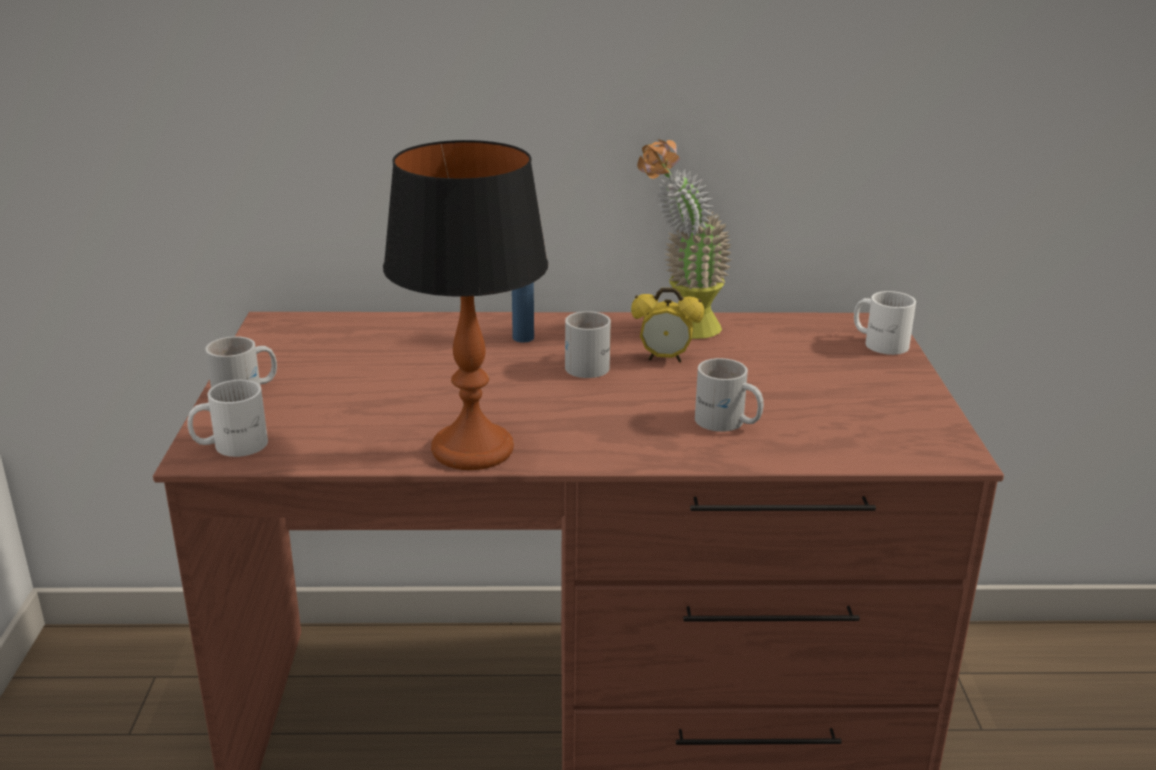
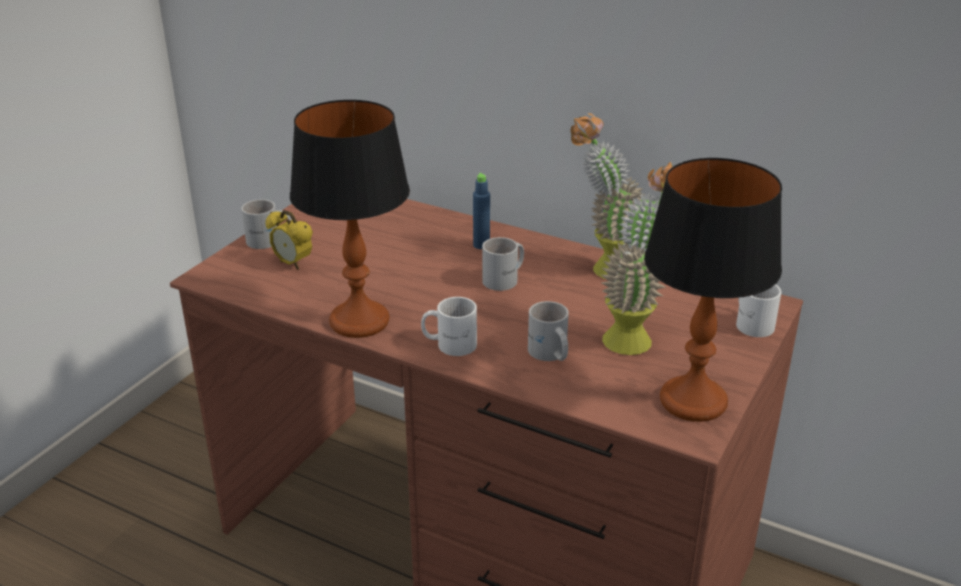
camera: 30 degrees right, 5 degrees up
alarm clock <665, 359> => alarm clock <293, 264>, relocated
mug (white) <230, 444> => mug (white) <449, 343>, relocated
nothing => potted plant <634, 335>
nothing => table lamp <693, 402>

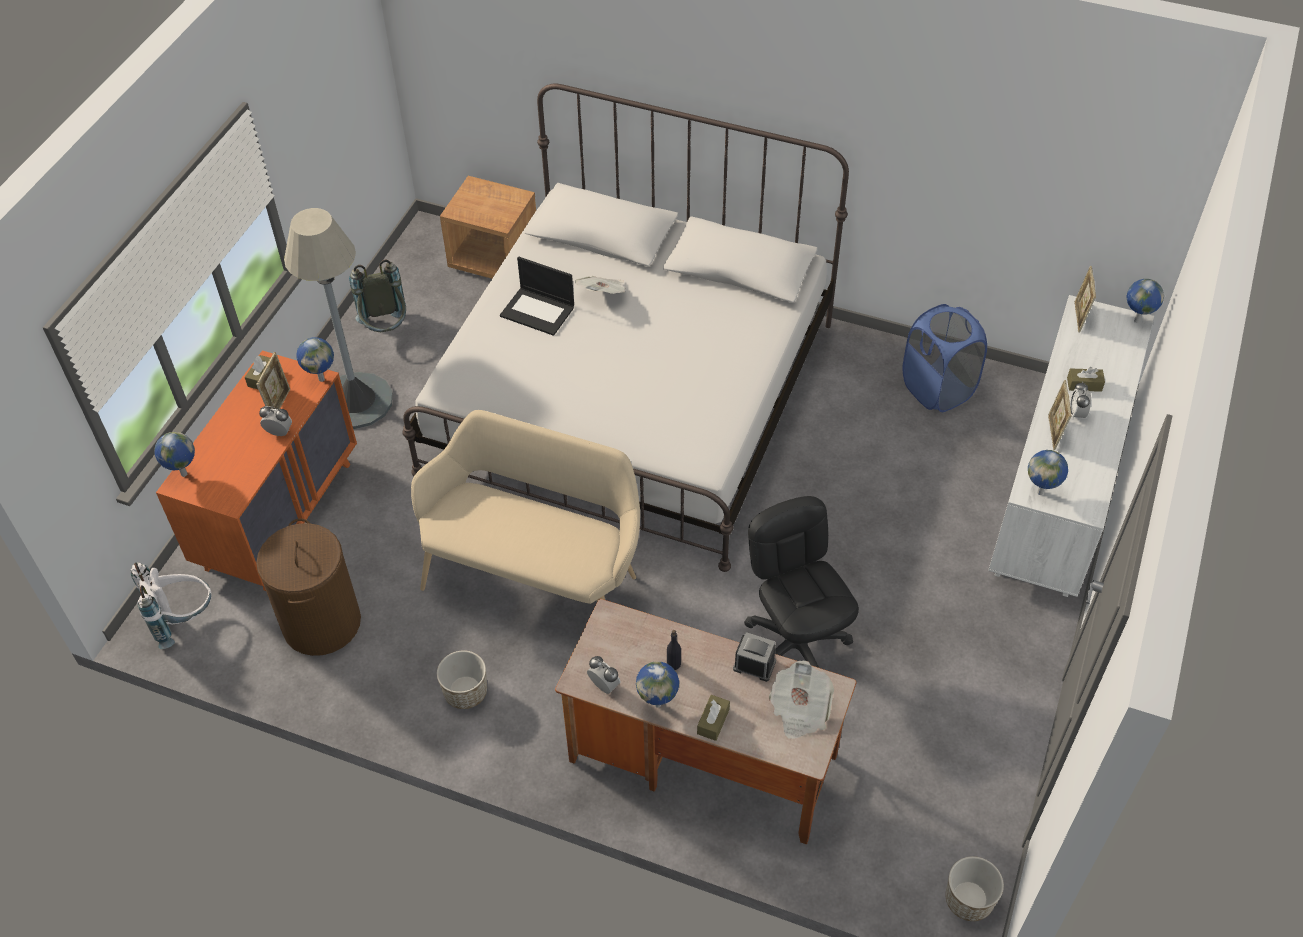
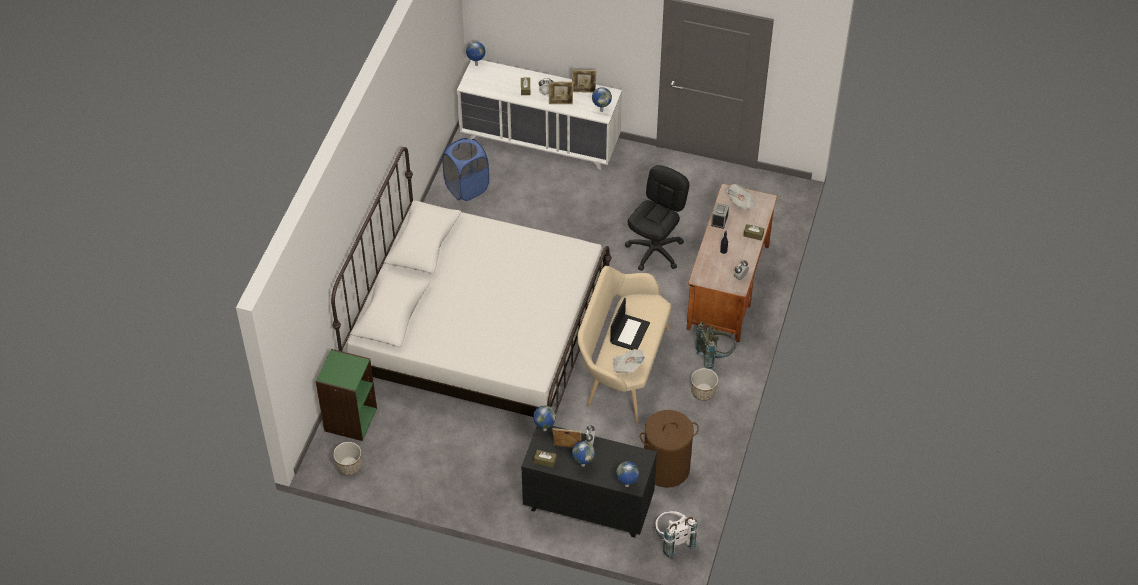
camera: 95 degrees left, 0 degrees up
nightstand (brown) <495, 258> => bookcase (green) <350, 419>
planter <968, 900> => planter <349, 466>, relocated
dresser (orange) <279, 514> => dresser (black) <588, 506>
picture frame <1079, 317> => picture frame <584, 91>, relocated
globe <658, 703> => globe <582, 464>, relocated
laptop <538, 311> => laptop <629, 332>, relocated
newspaper <603, 294> => newspaper <627, 366>, relocated
office chair (black) <796, 646> => office chair (black) <655, 251>, 150 degrees clockwise
backpack (grey) <386, 329> => backpack (grey) <715, 357>, relocated
floor lamp (grey) <356, 401> => nothing

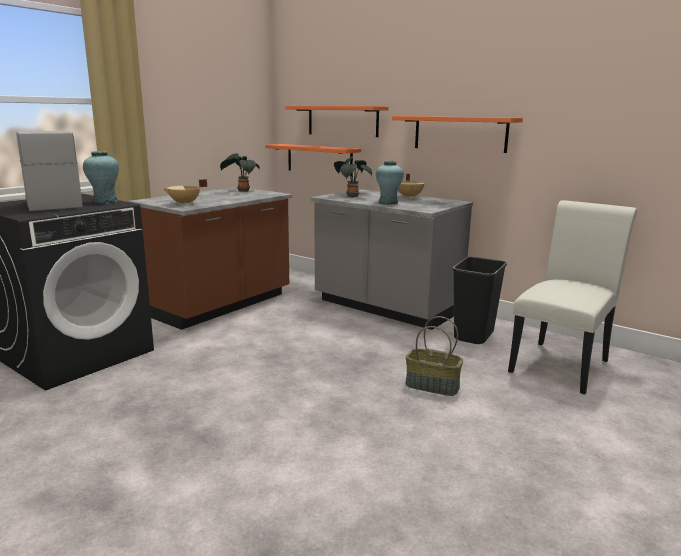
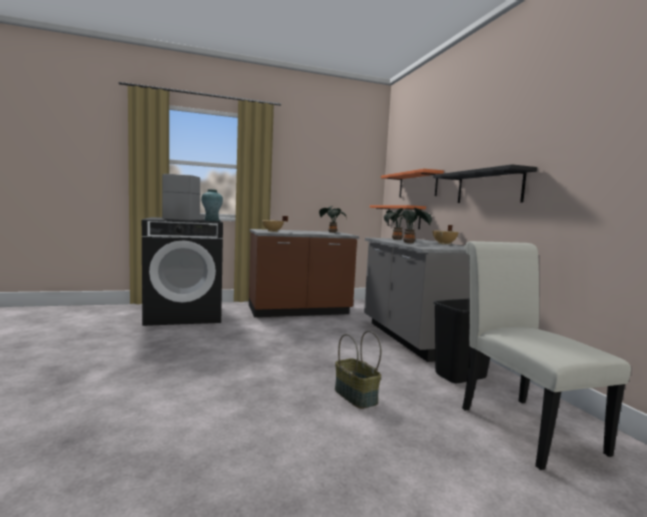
camera: 35 degrees right, 10 degrees down
vase (turquoise) <388, 203> => potted plant <410, 243>
shelf (orange) <460, 133> => shelf (black) <488, 187>
chair (white) <562, 363> => chair (white) <522, 425>, 90 degrees counterclockwise

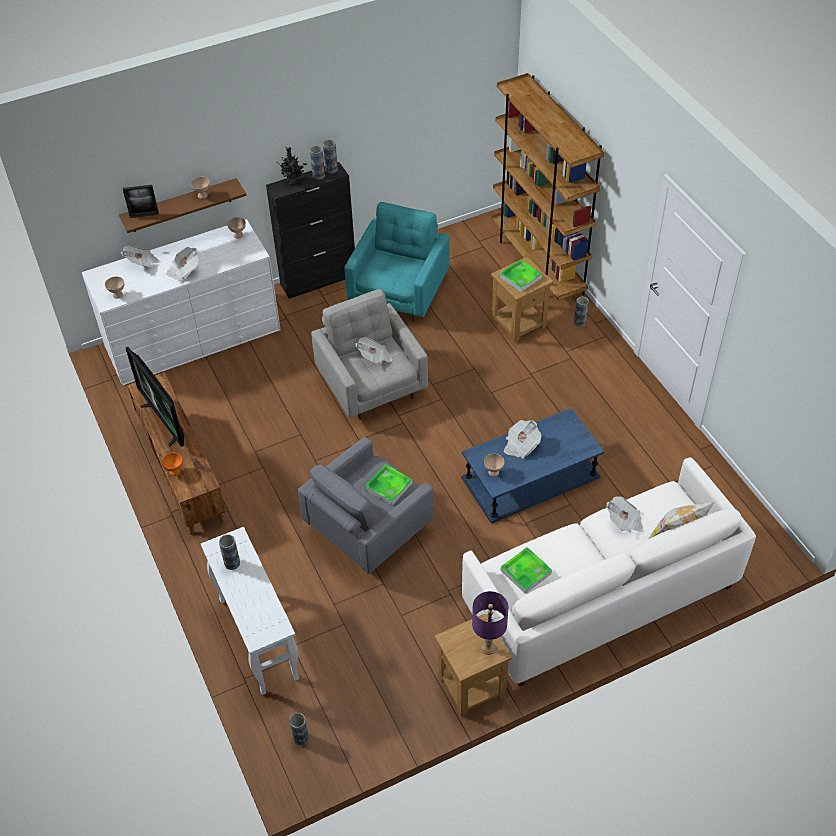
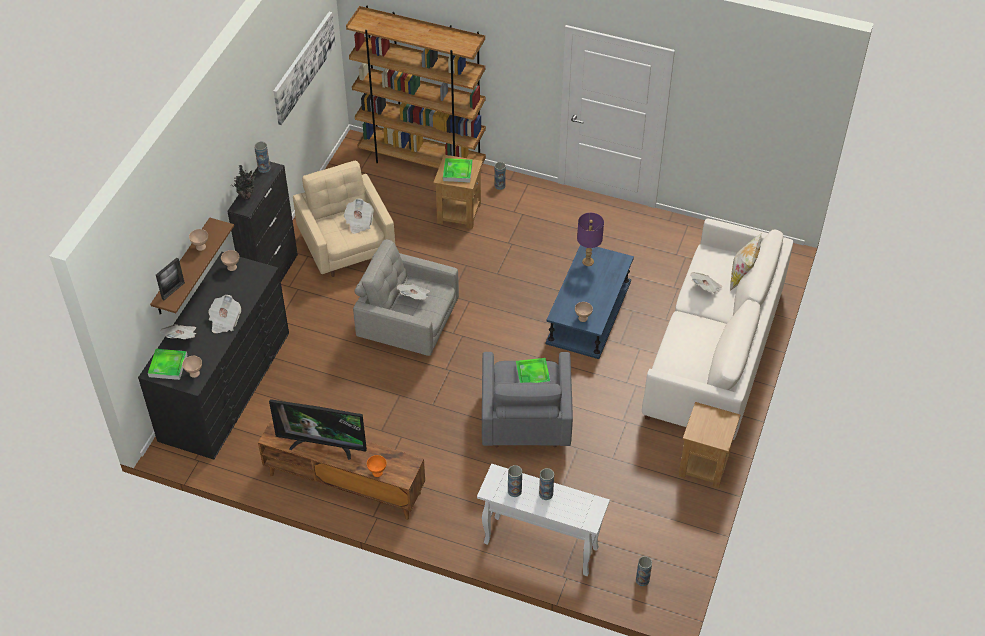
camera: 45 degrees left, 0 degrees up
dresser (white) <193, 337> => dresser (black) <225, 385>
tray <526, 572> => tray <168, 366>, relocated
nothing => picture <303, 67>
armchair (turquoise) <400, 293> => armchair (beige) <347, 247>
newspaper <520, 445> => newspaper <359, 222>, relocated
vase <318, 175> => vase <546, 494>, relocated
table lamp (purple) <488, 647> => table lamp (purple) <588, 262>, relocated

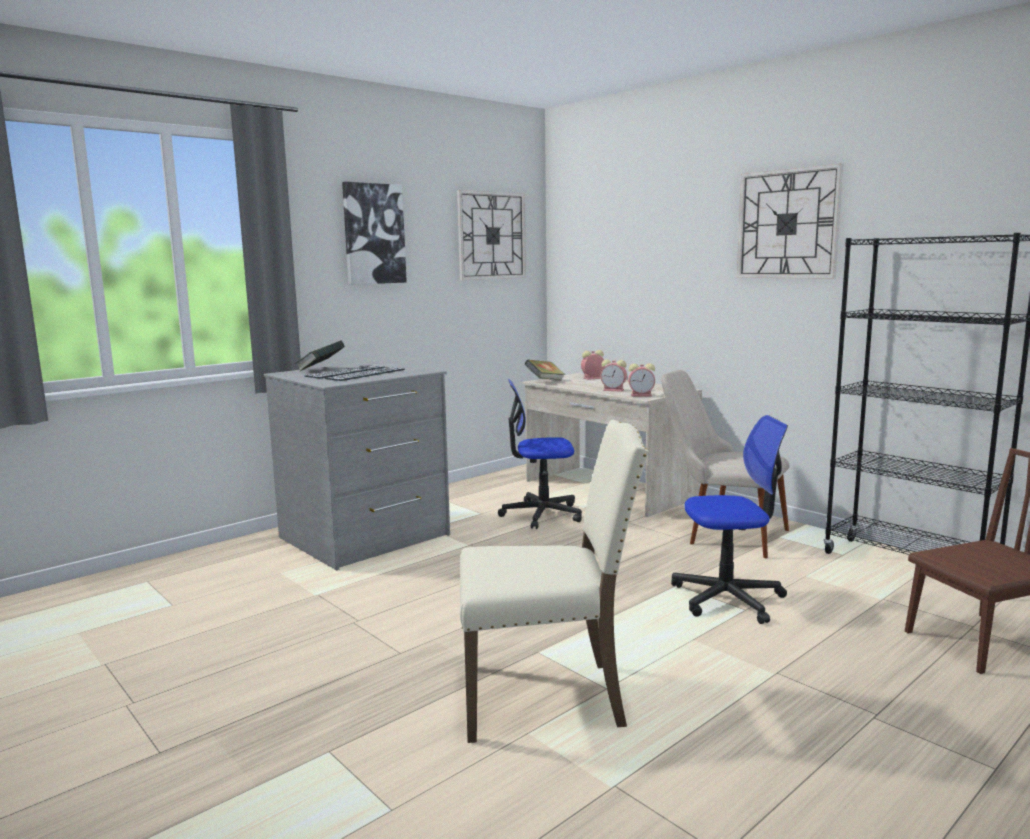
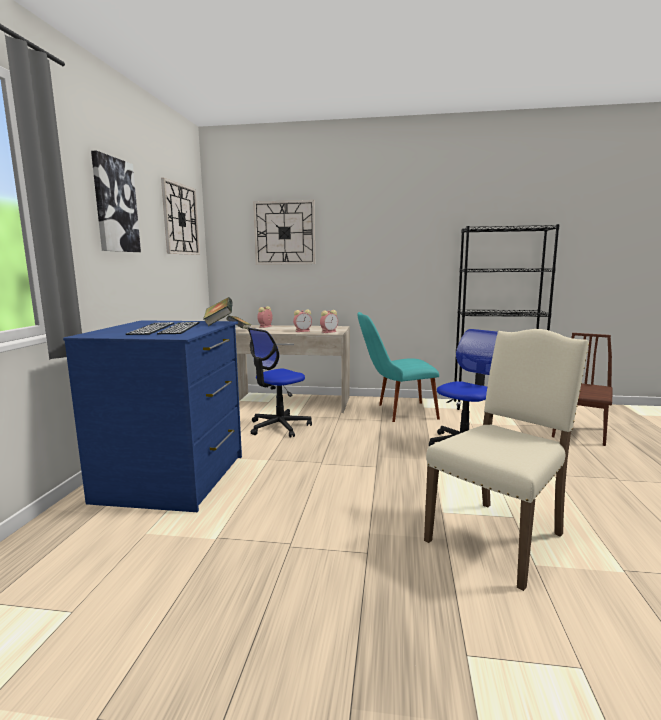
camera: 40 degrees left, 0 degrees up
dresser (grey) <365, 537> => dresser (blue) <174, 478>
book <321, 369> => book <219, 323>, relocated
wall clock <787, 224> => wall clock <284, 233>, relocated
chair (beige) <721, 533> => chair (turquoise) <396, 412>

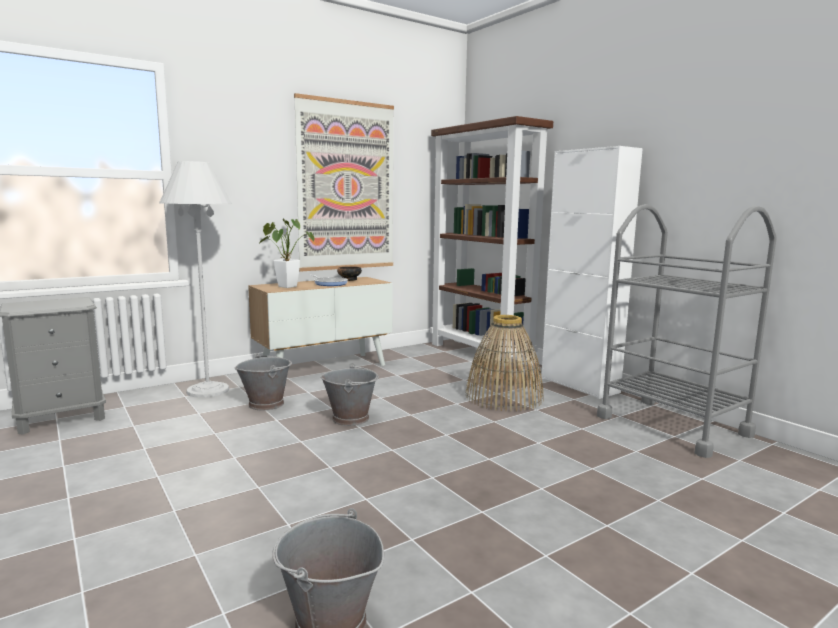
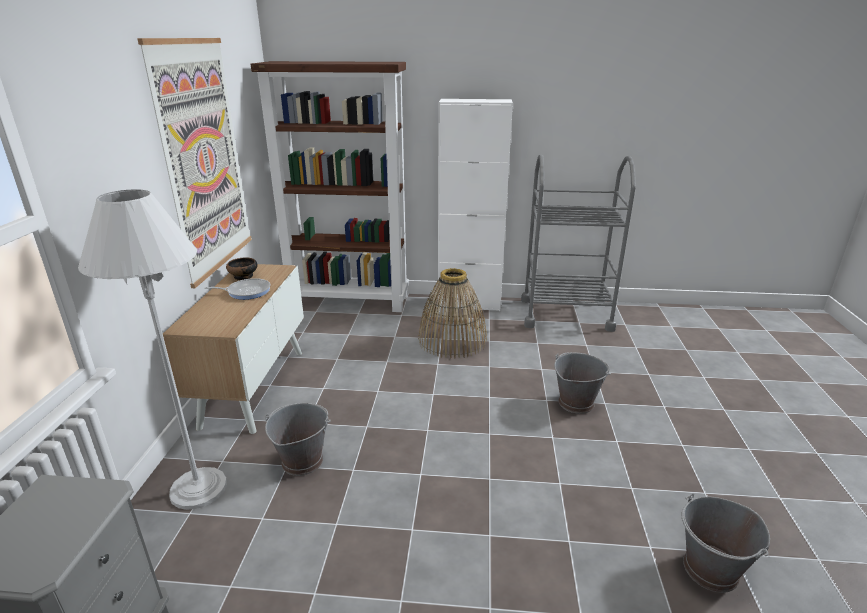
camera: 50 degrees left, 15 degrees up
bucket (grey) <351, 418> => bucket (grey) <575, 402>, relocated
potted plant <285, 286> => nothing

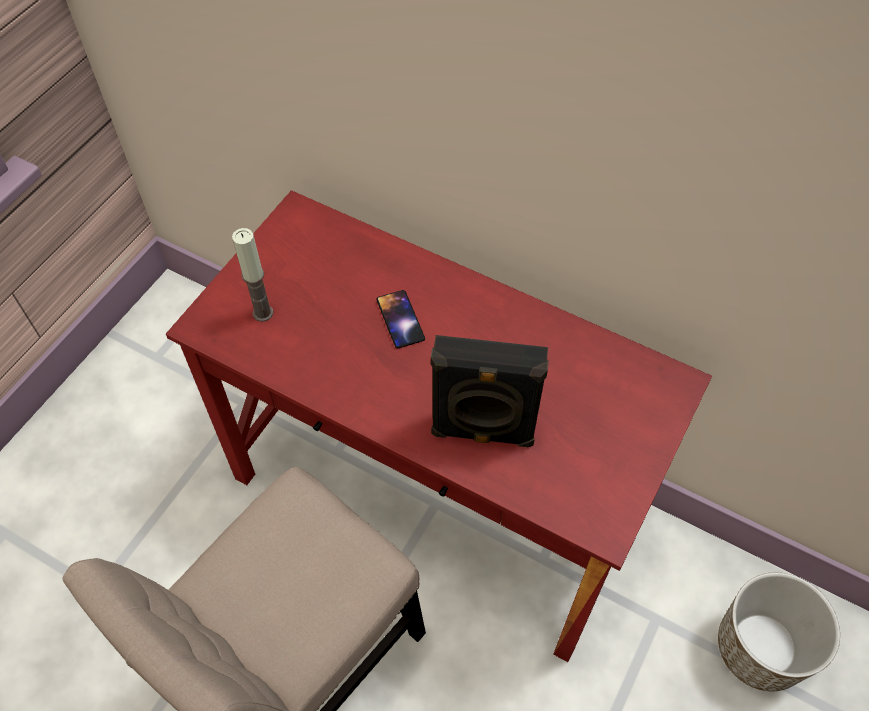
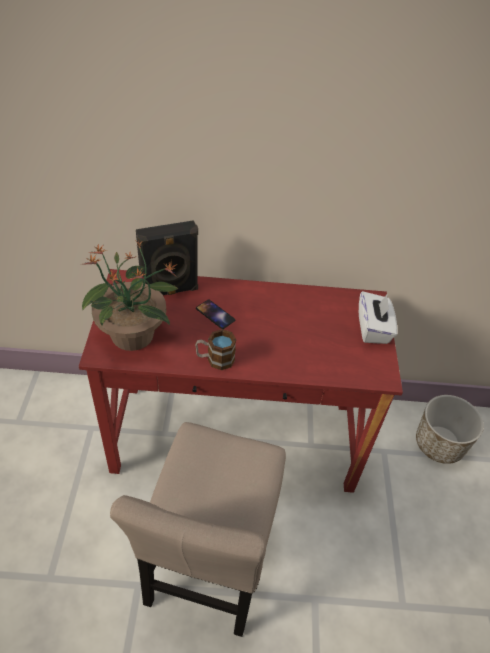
camera: 30 degrees left, 10 degrees down
candle <263, 313> => potted plant <133, 336>
speaker (black) <482, 433> => speaker (black) <170, 291>, relocated
nothing => mug <215, 359>
nothing => tissue box (white) <373, 329>

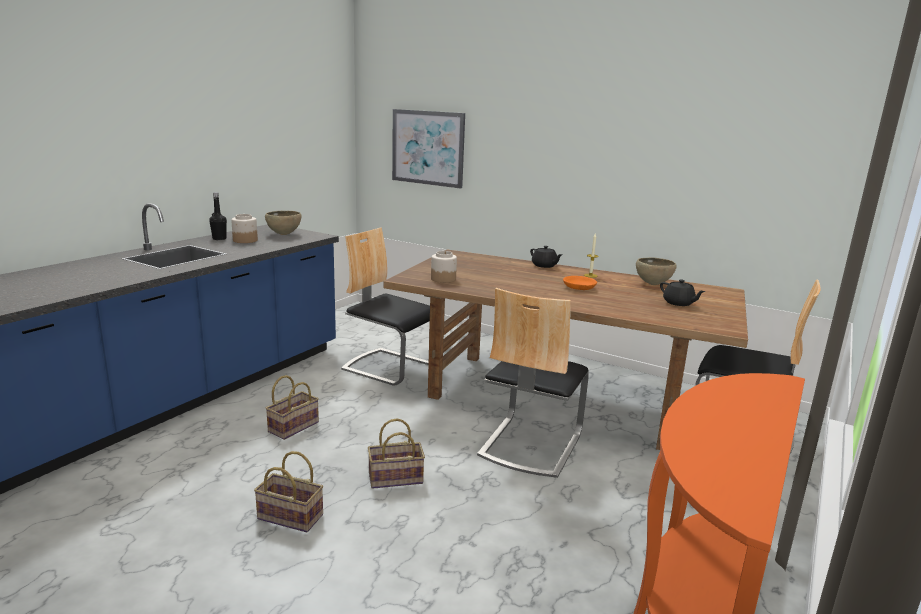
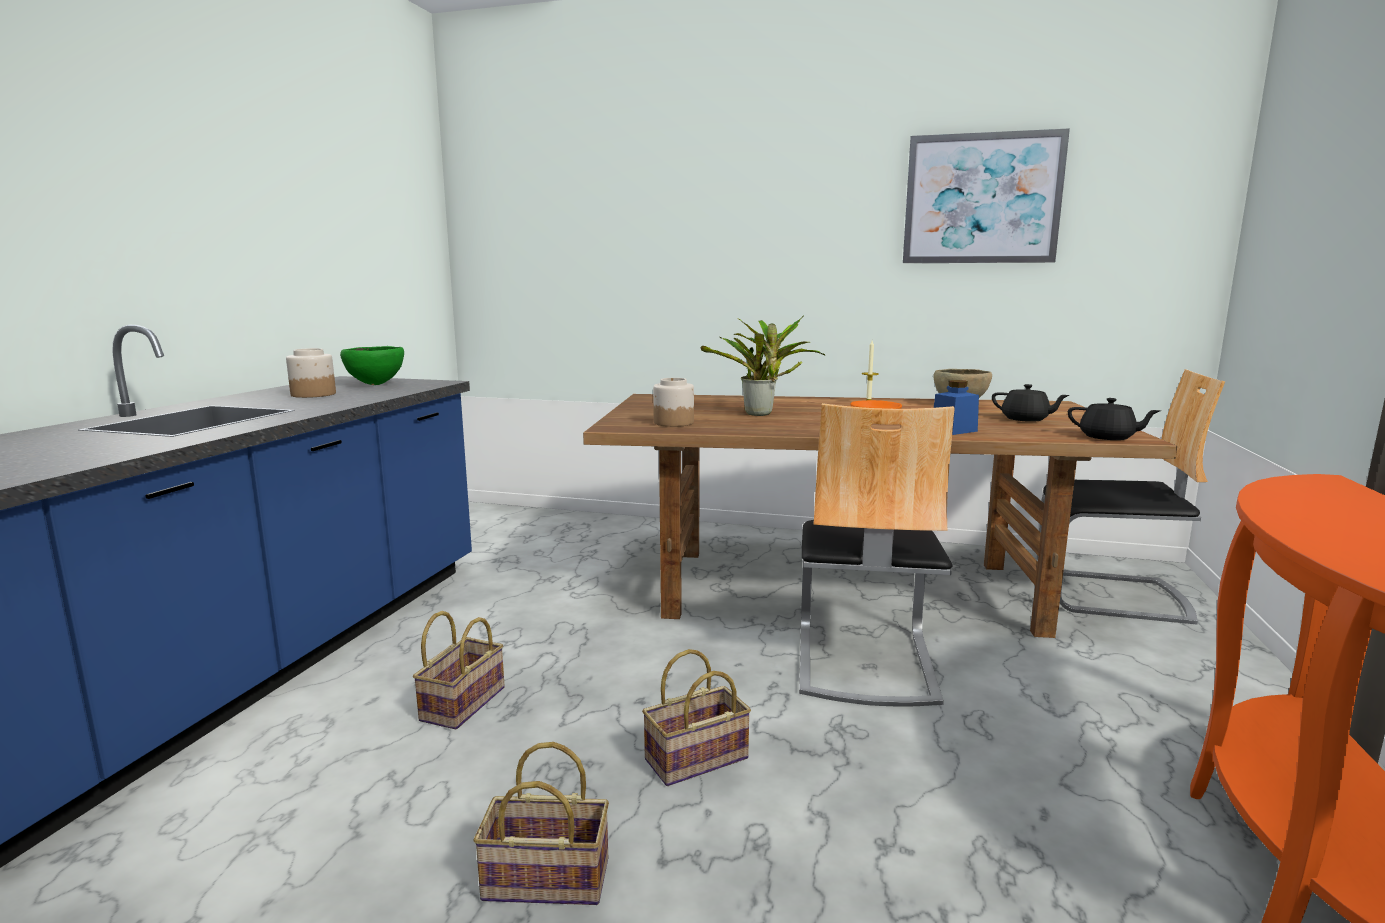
camera: 15 degrees left, 5 degrees down
bowl (brown) <284, 234> => bowl (green) <376, 384>
nothing => potted plant <761, 414>
picture <428, 148> => picture <982, 199>, relocated
nothing => jar (blue) <954, 430>
teapot (black) <544, 266> => teapot (black) <1108, 437>, relocated
bottle (black) <219, 239> => nothing
chair <389, 367> => nothing

